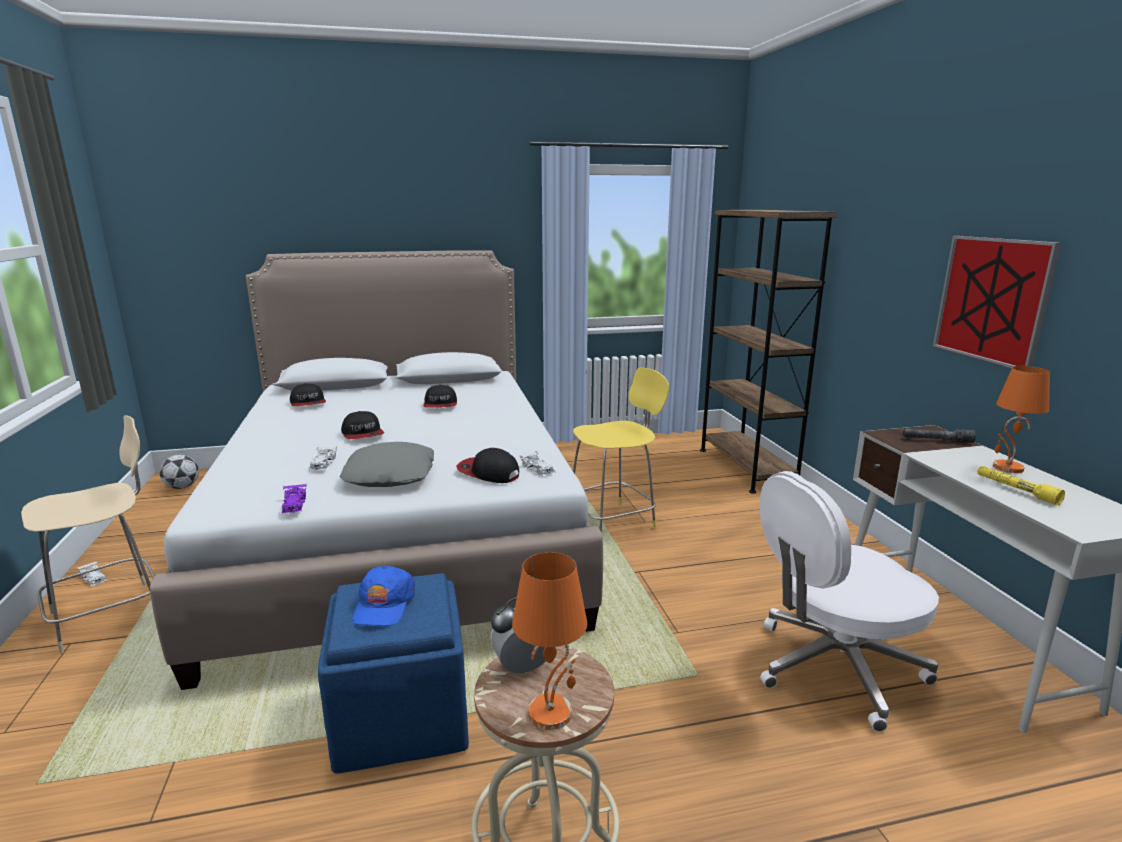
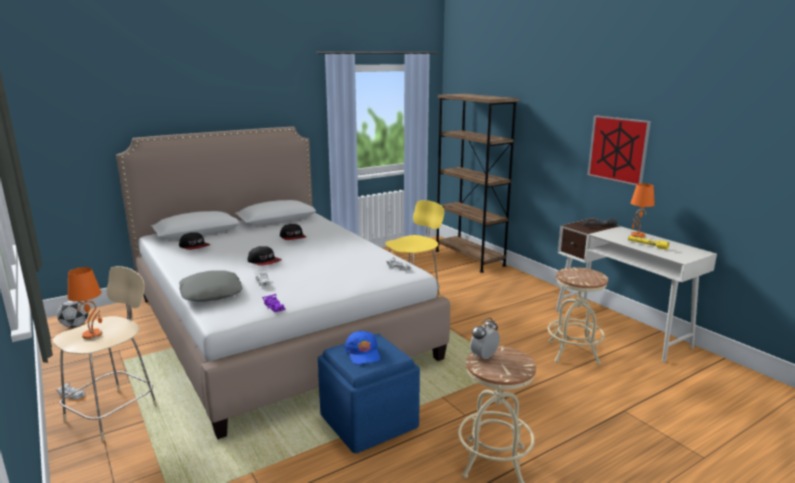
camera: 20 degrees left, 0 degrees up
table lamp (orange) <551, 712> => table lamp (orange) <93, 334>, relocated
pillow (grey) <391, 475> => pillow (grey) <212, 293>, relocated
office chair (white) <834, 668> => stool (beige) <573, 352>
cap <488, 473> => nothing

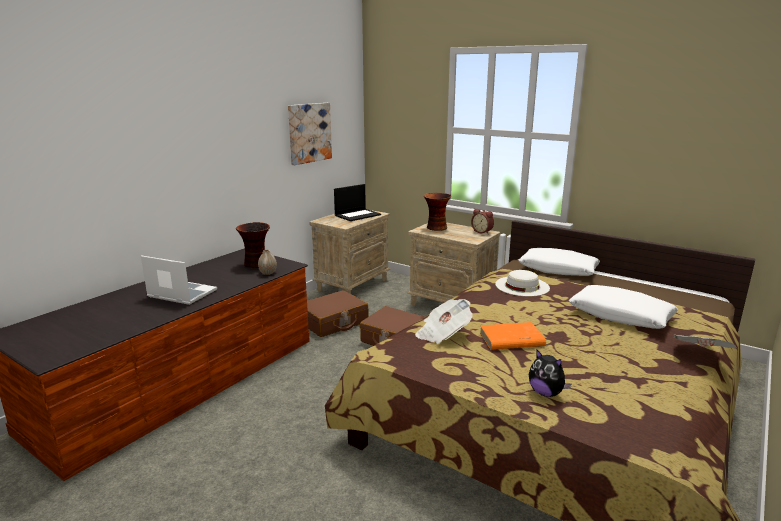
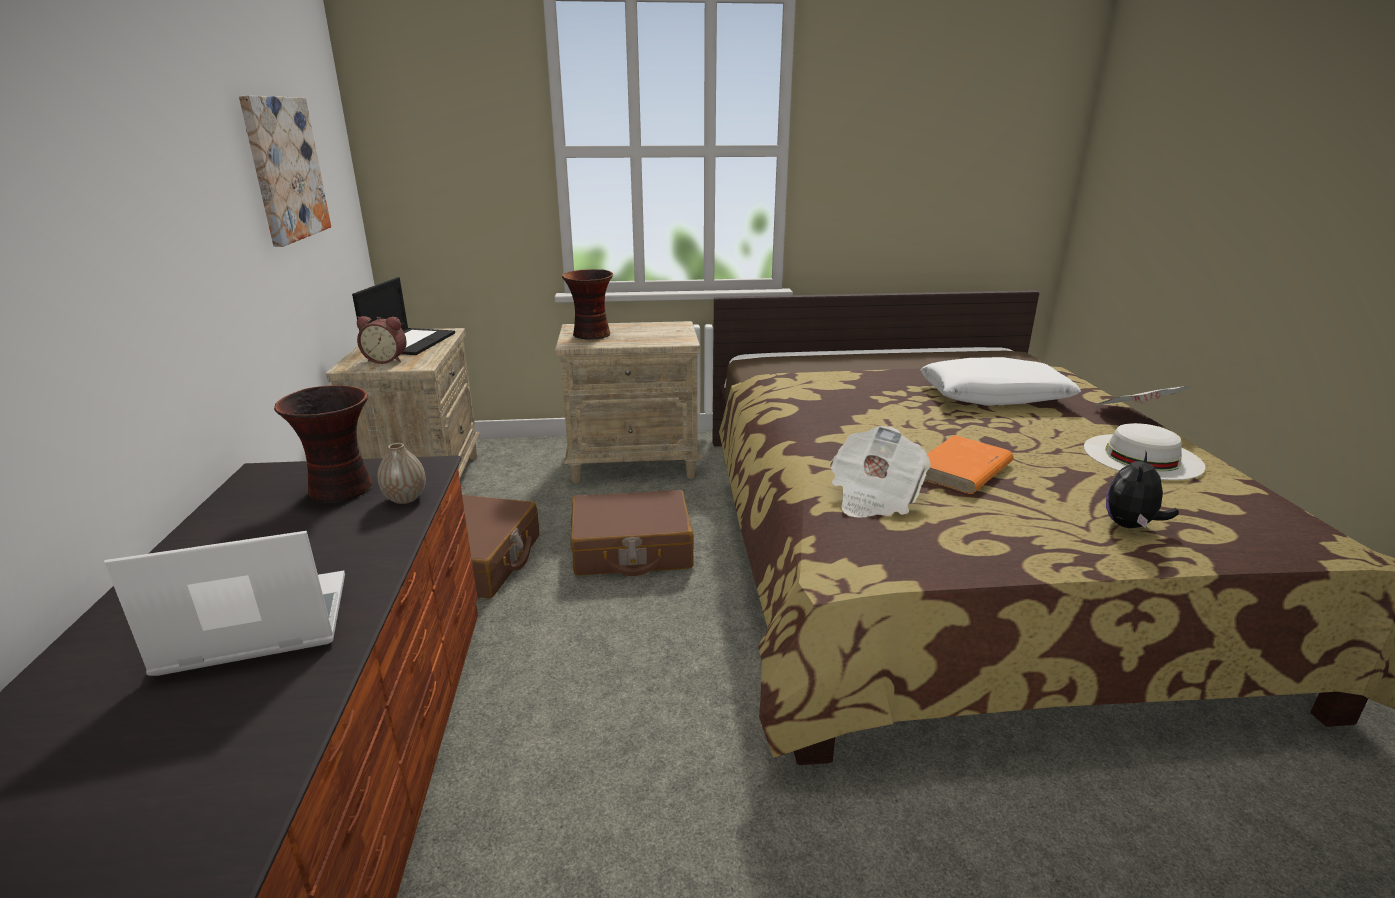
camera: 40 degrees left, 5 degrees up
alarm clock <482, 232> => alarm clock <386, 360>, relocated
hat (white) <522, 286> => hat (white) <1142, 456>, relocated
plush toy <546, 393> => plush toy <1130, 526>, 120 degrees clockwise
pillow (white) <558, 270> => nothing

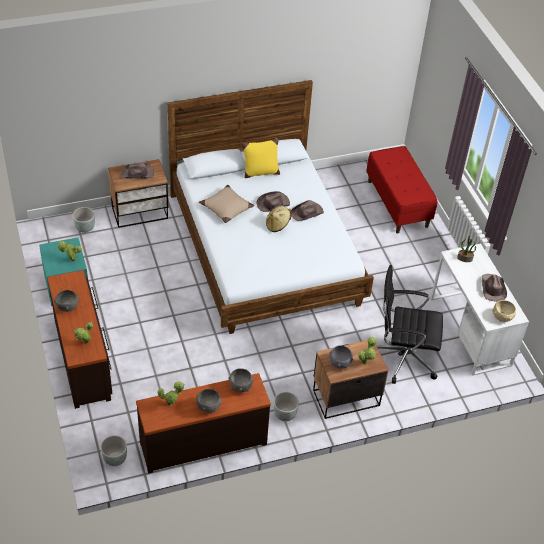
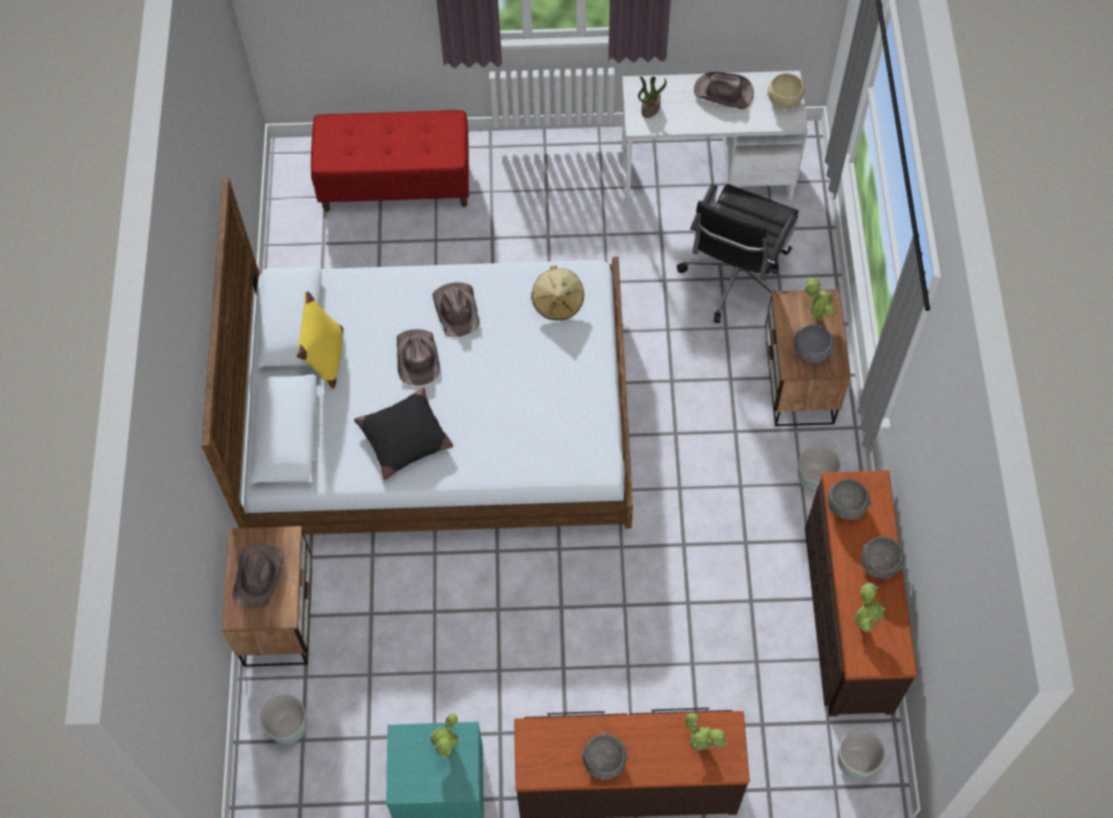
camera: 70 degrees left, 15 degrees up
pillow (beige) <226, 208> => pillow (black) <405, 438>
hat (beige) <277, 225> => hat (beige) <558, 302>, relocated

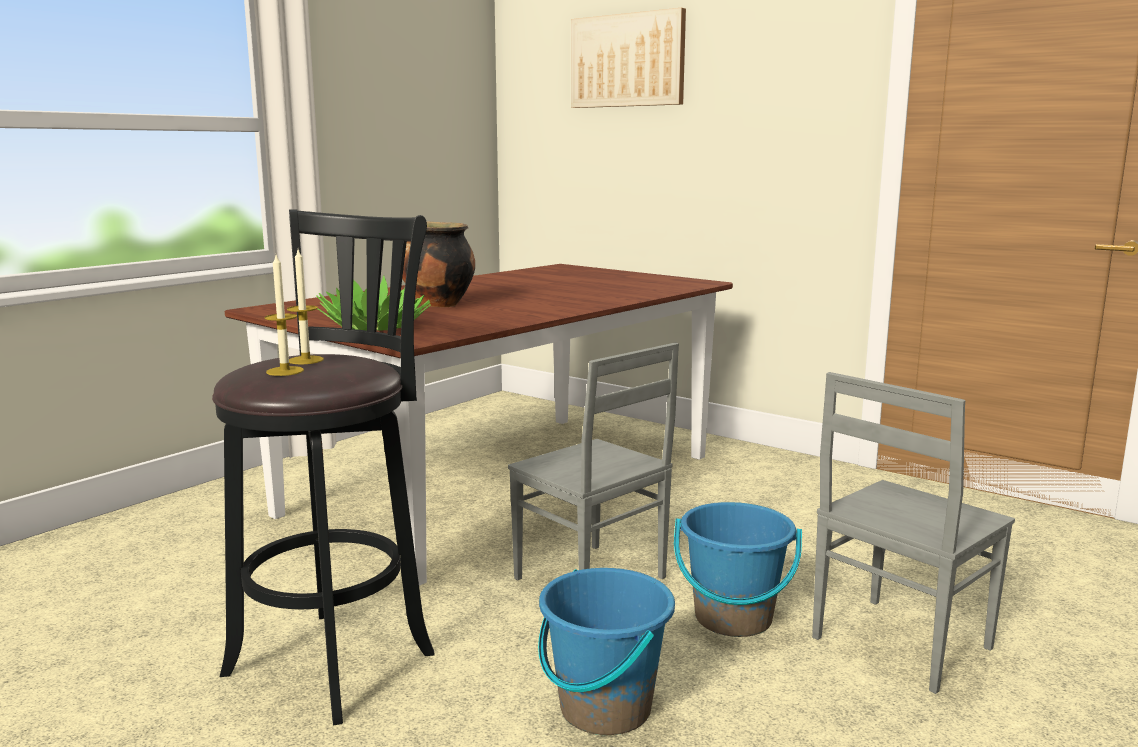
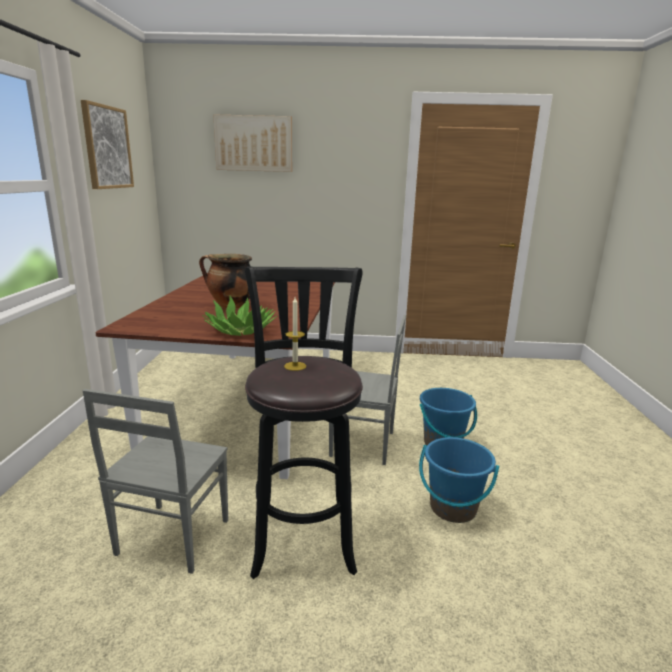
camera: 35 degrees left, 5 degrees up
nothing => picture <107, 147>
chair (grey) <897, 643> => chair (grey) <171, 538>, relocated
candle <285, 371> => nothing

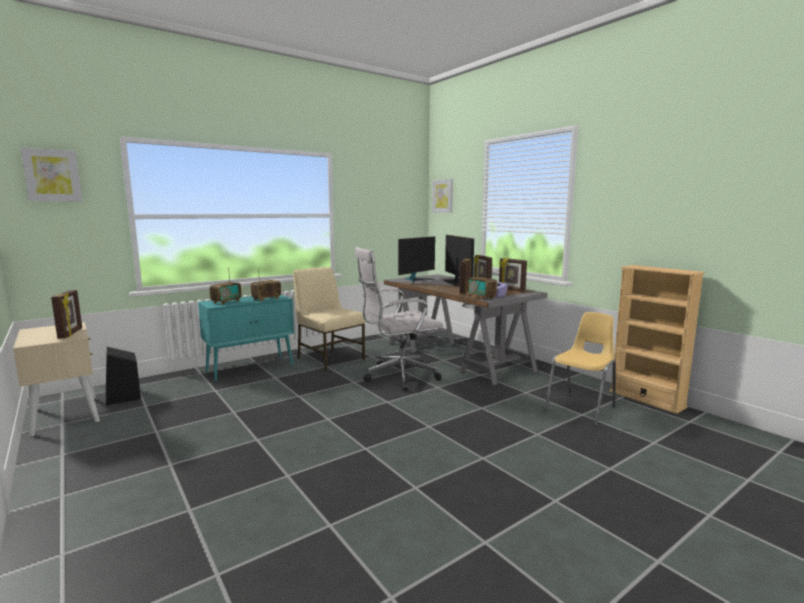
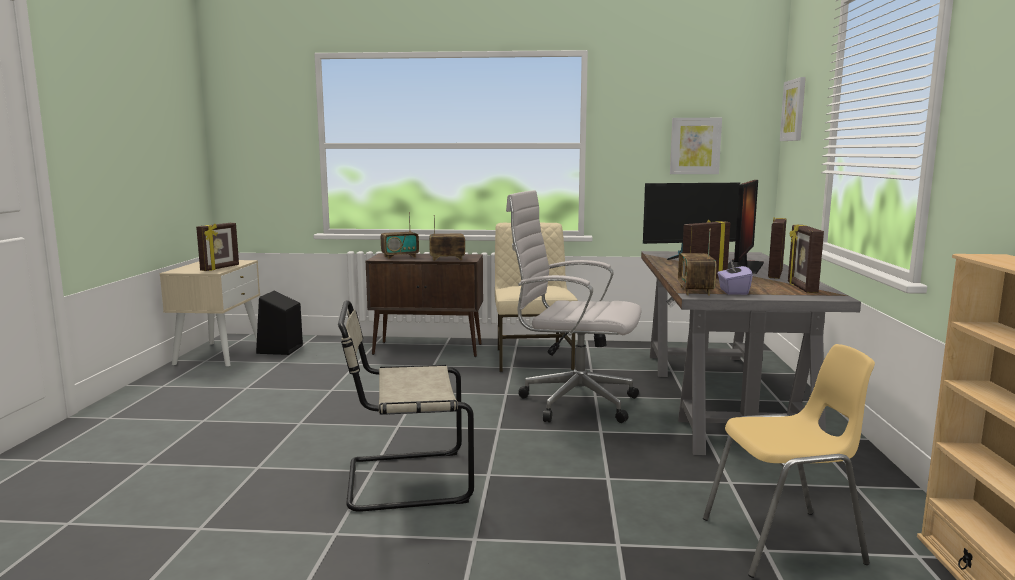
camera: 40 degrees right, 0 degrees up
nothing => chair (beige) <402, 481>
cabinet (turquoise) <251, 368> => cabinet (brown) <429, 349>
picture <52, 175> => picture <695, 146>, relocated

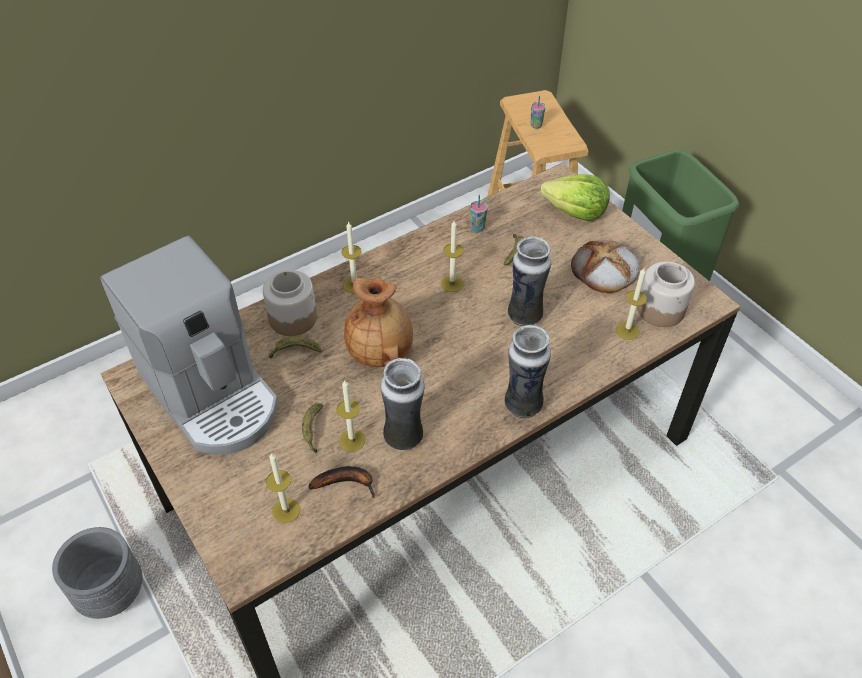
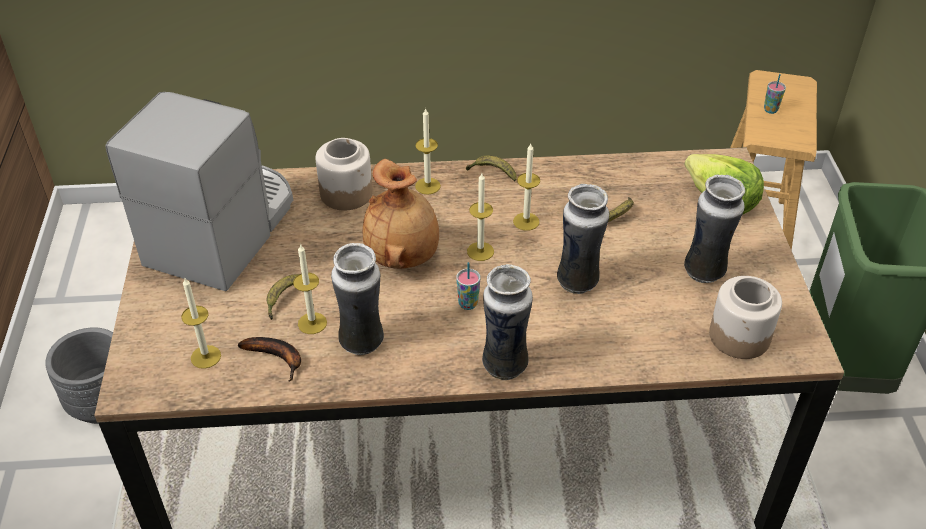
camera: 30 degrees right, 5 degrees down
coffee machine <212, 394> => coffee machine <223, 230>, 150 degrees counterclockwise
cup <477, 228> => cup <468, 304>, relocated
banana <295, 351> => banana <492, 173>, relocated
candle <627, 331> => candle <480, 251>, relocated
bread <604, 271> => vase <705, 272>

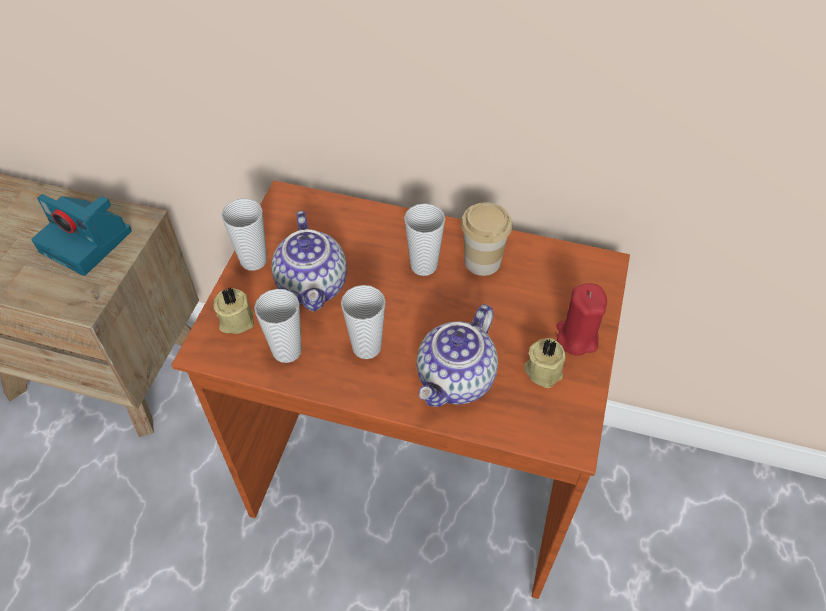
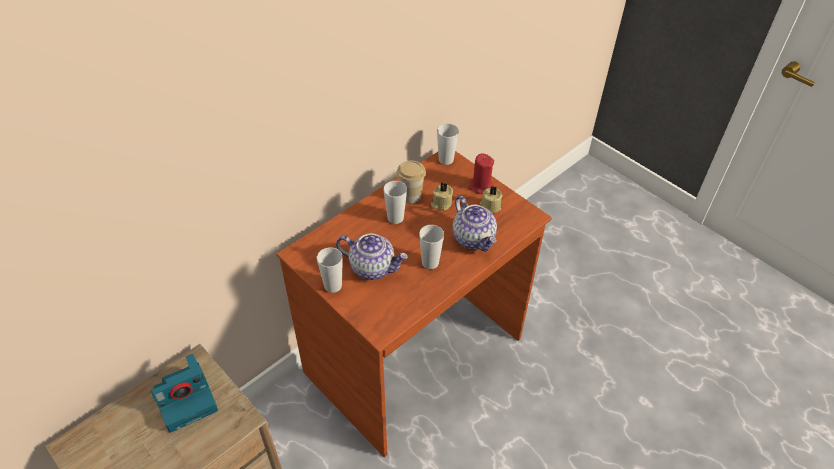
camera: 60 degrees left, 5 degrees down
candle (beige) <235, 319> => candle (beige) <441, 203>, relocated
cup <287, 351> => cup <446, 160>, relocated

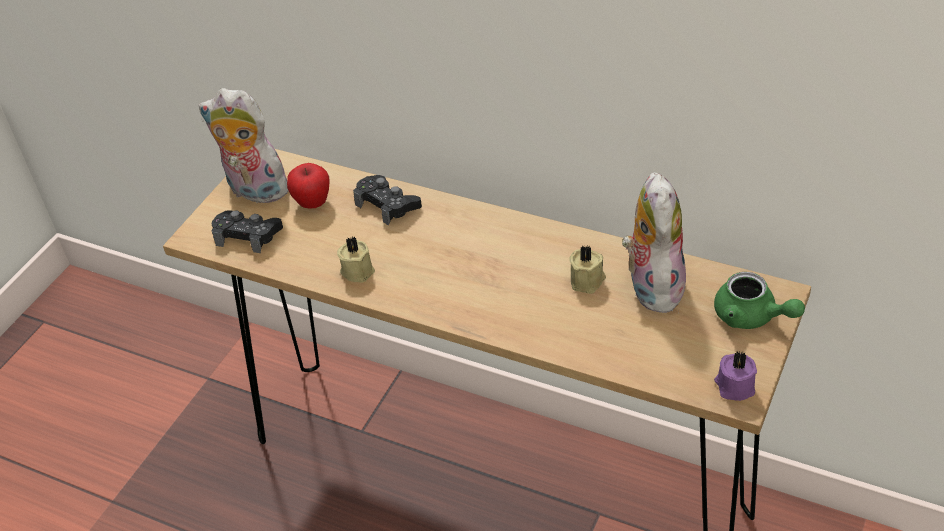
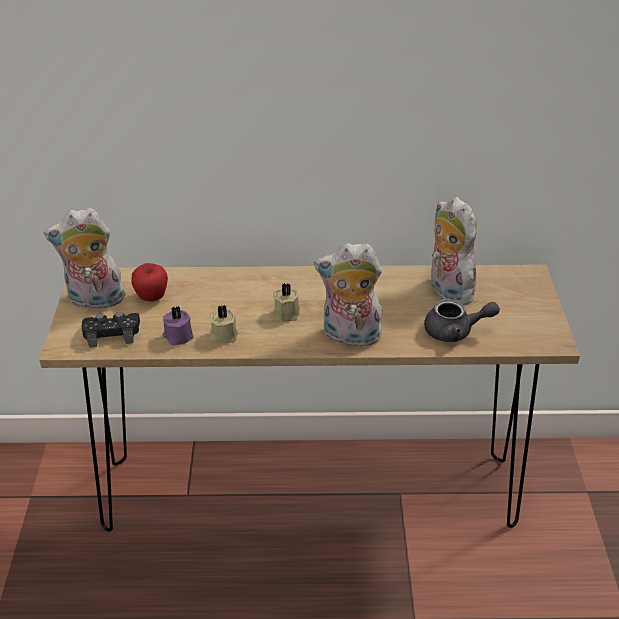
camera: 30 degrees left, 5 degrees down
candle (purple) <734, 386> => candle (purple) <177, 336>, relocated
candle (beige) <588, 281> => candle (beige) <288, 313>, relocated
nothing => plush toy <349, 337>
nothing => teapot (grey) <455, 331>
game controller (black) <387, 204> => nothing
teapot (green) <751, 317> => nothing

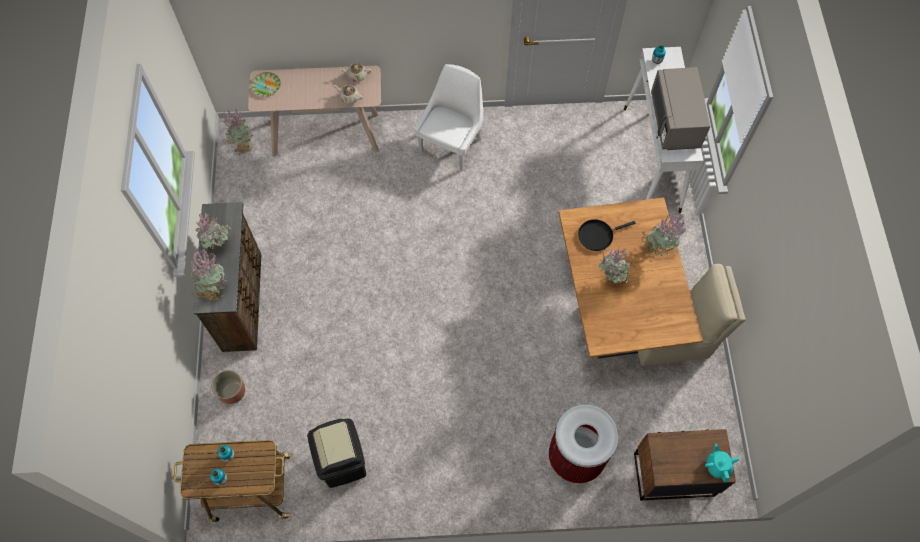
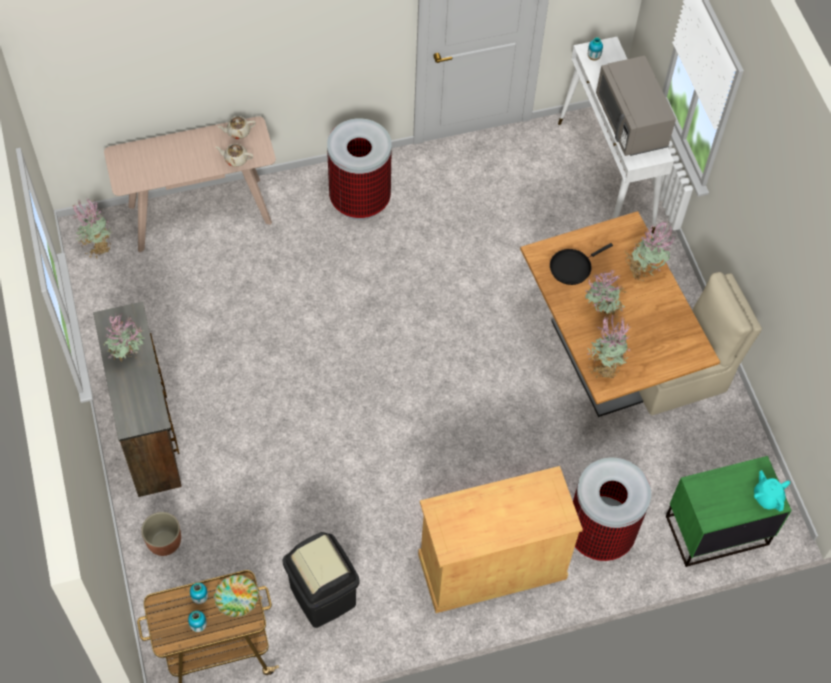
camera: 15 degrees left, 5 degrees down
plate <266, 86> => plate <236, 597>, relocated
chair (white) <451, 144> => trash can <360, 200>
nothing => cabinet (beige) <491, 566>
potted plant <214, 290> => potted plant <604, 366>, relocated
nightstand (brown) <672, 474> => nightstand (green) <715, 530>

